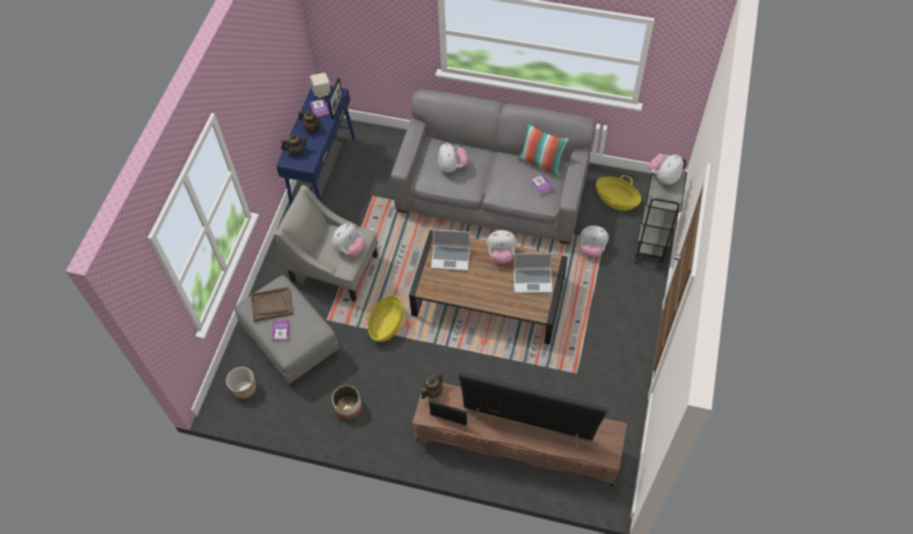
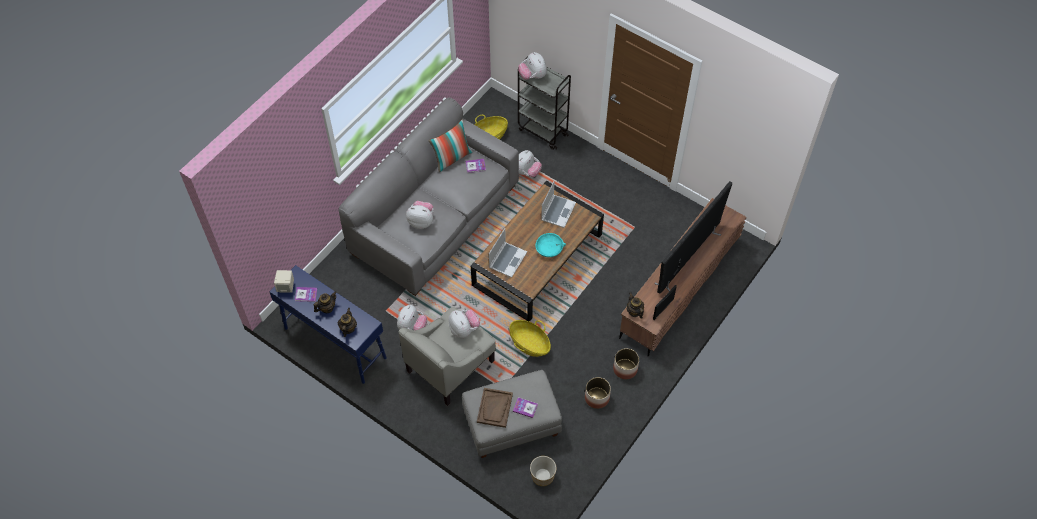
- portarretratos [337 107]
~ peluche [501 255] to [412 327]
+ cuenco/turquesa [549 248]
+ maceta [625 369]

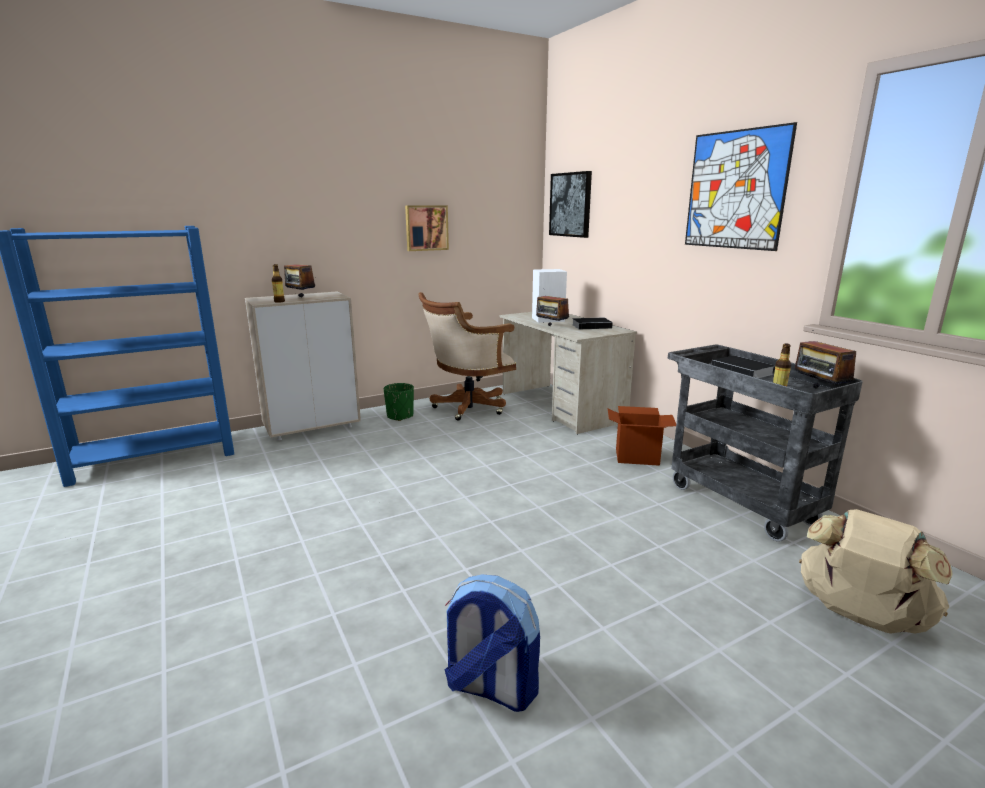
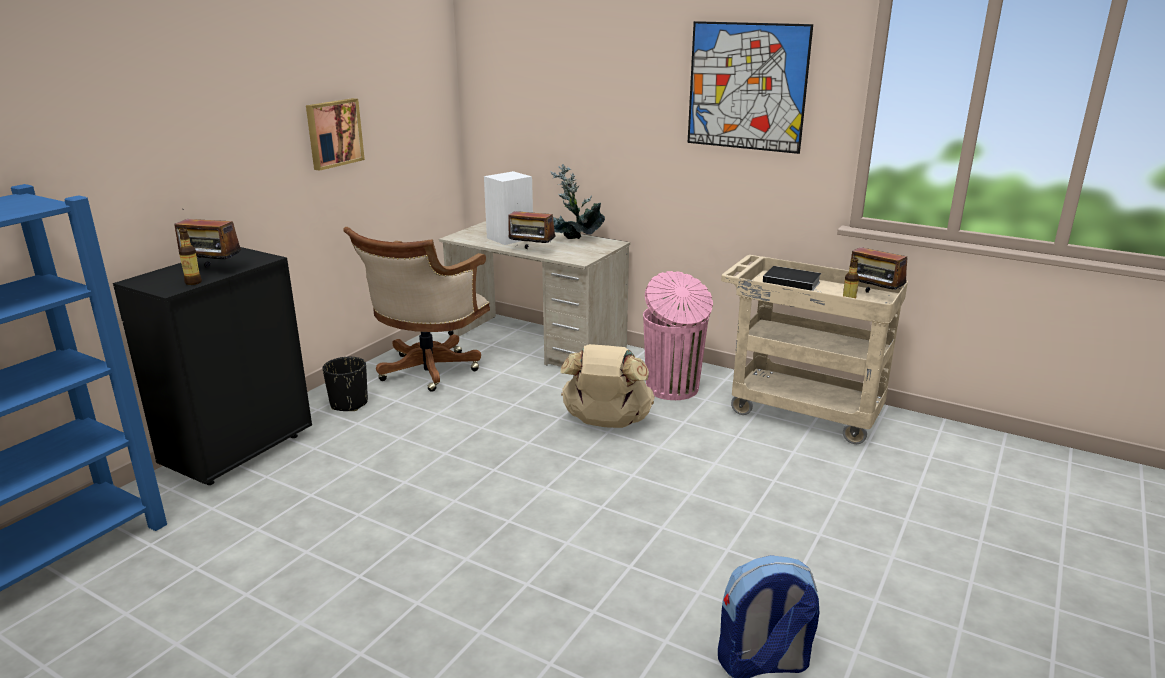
~ armario/beis [313 427] to armario/negro [240 451]
~ maceta/verde [400 416] to maceta/negro [349 404]
- cuadro [570 204]
~ libro [592 326] to planta en maceta [574 241]
~ caja de cartón [637 457] to papelera/rosa [673 389]
~ carrito/negro [735 503] to carrito/beis [797 415]
~ mochila/beis [859 617] to [606 423]

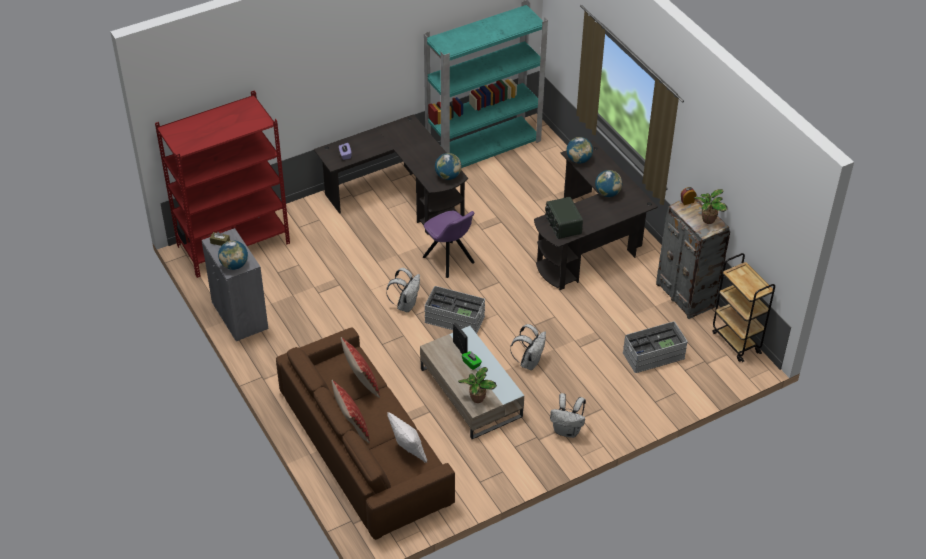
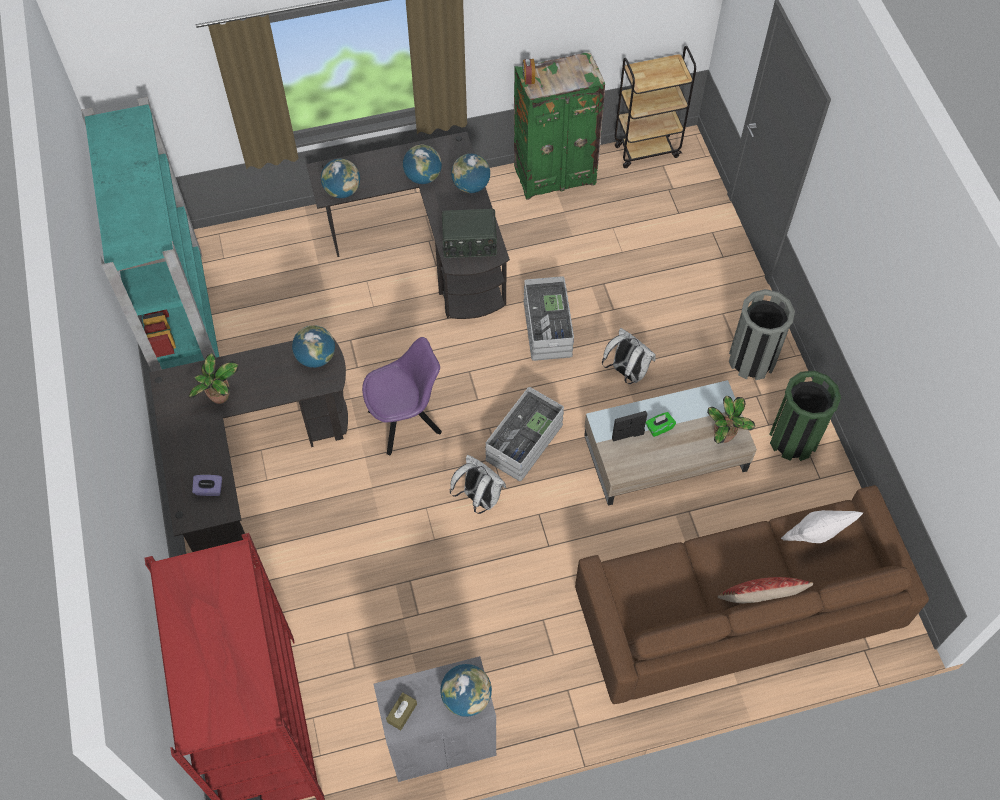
- cojín [361 383]
~ mochila/blanco [567 430] to papelera/gris [751 360]
~ caja de almacenaje/gris [653 355] to [548 327]
~ armario/gris [686 295] to armario/verde [555 175]
~ planta en maceta [707 220] to [220 397]
+ globo terráqueo [471 186]
+ papelera/verde [793 439]

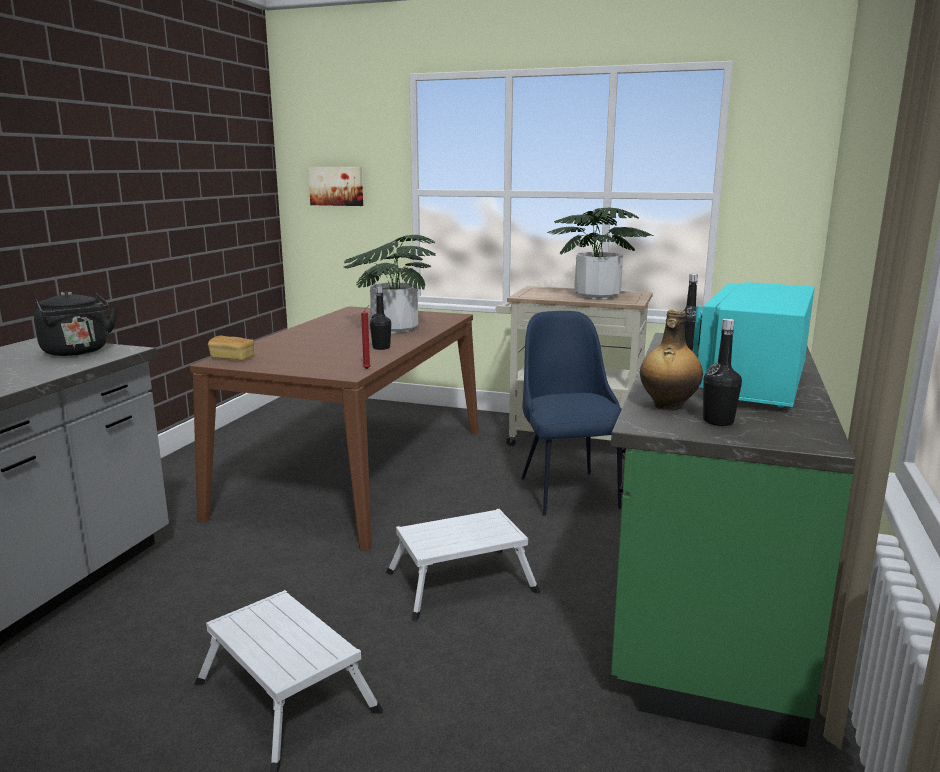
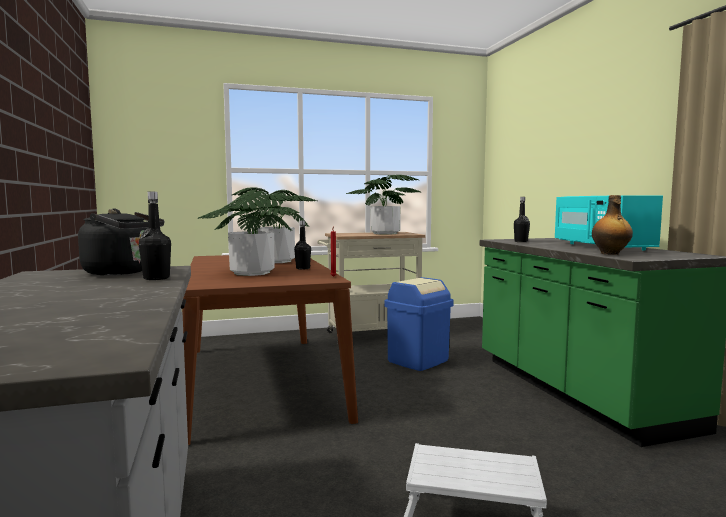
- pan [232 358]
- cuadro [336 186]
- escalera de tijera/blanco [462 582]
~ silla/azul [567 493] to papelera/azul [417 360]
~ botella/negro [718 421] to [156 278]
+ planta en maceta [251 273]

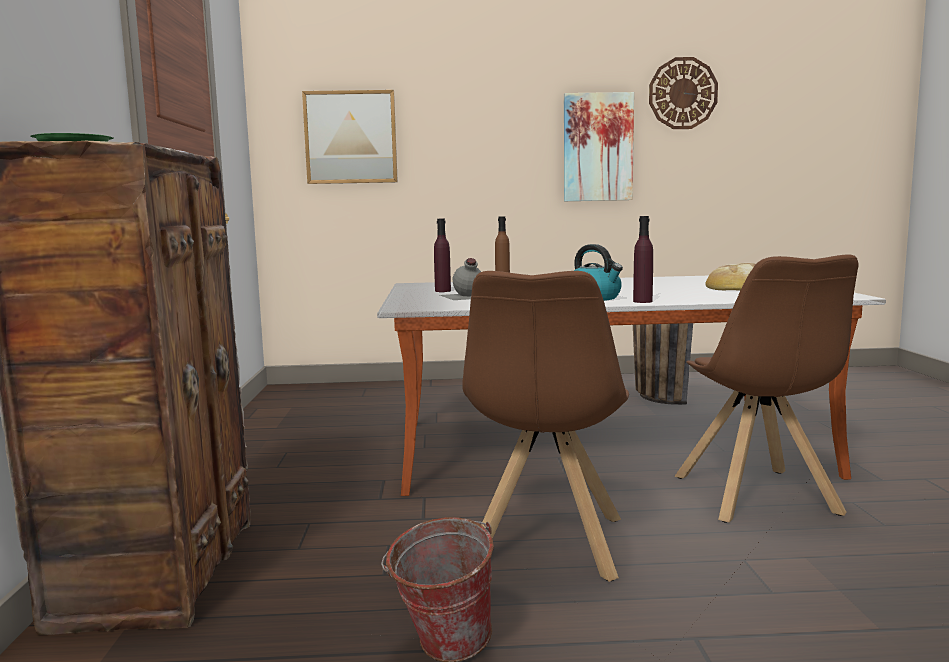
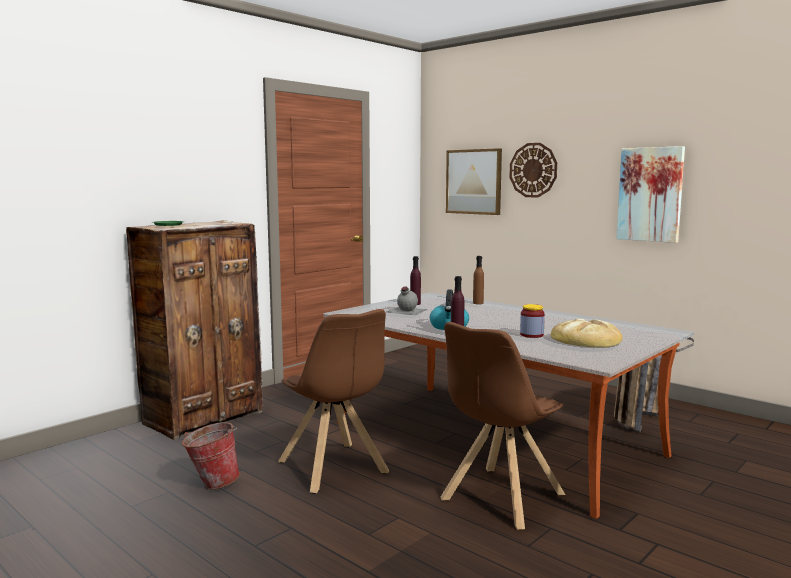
~ silla/marrón [546 546] = [335 469] 90 degrees counterclockwise
~ reloj de pared [682 93] to [533 170]
+ tarro [531 335]

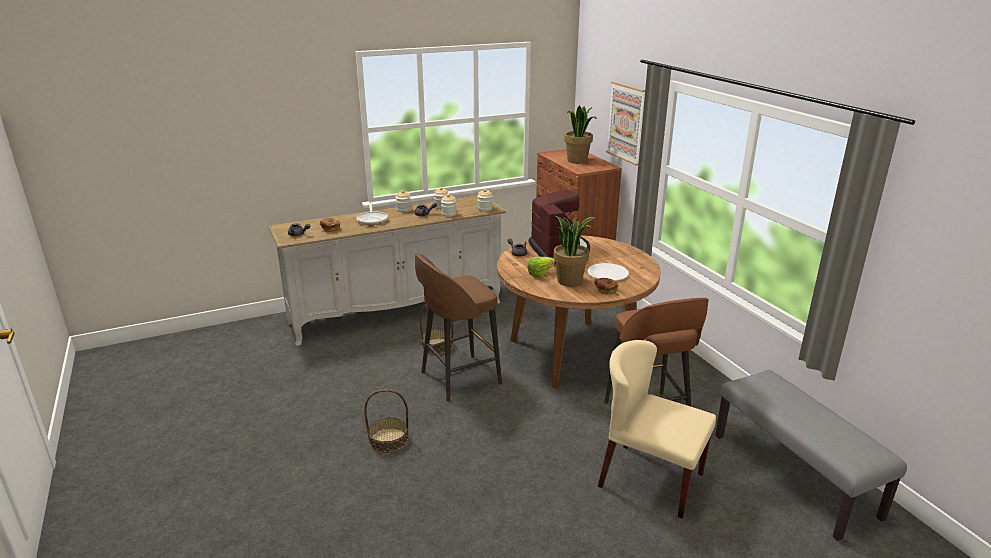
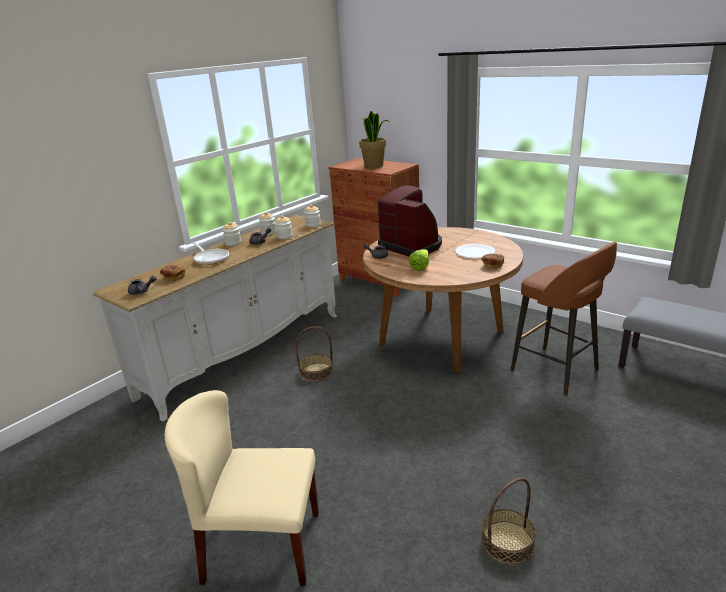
~ cesta [388 440] to [507 541]
- taburete/marrón [458 378]
- planta en maceta [570 281]
~ silla/beis [650 479] to [261 546]
- cuadro [626 122]

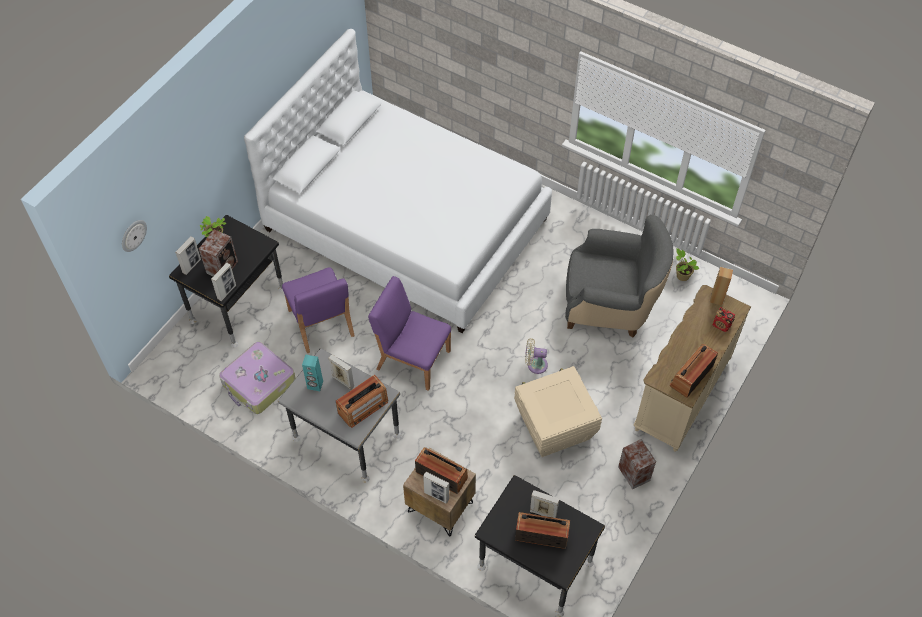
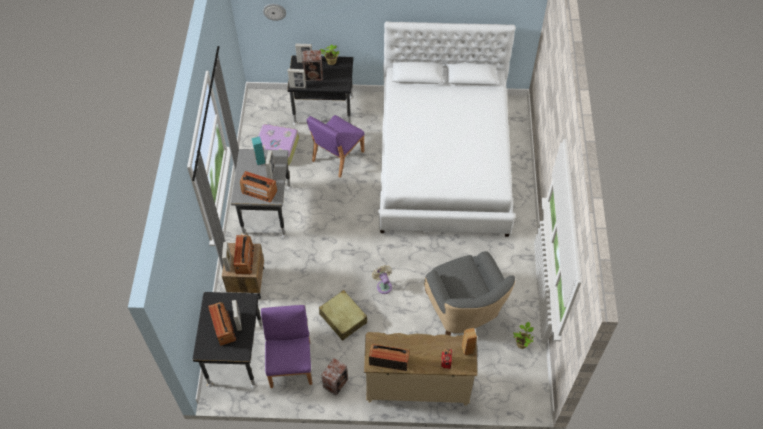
~ silla/morado [412 359] to [291 363]
~ caja de almacenaje/beis [553 426] to maleta/beis [343 318]

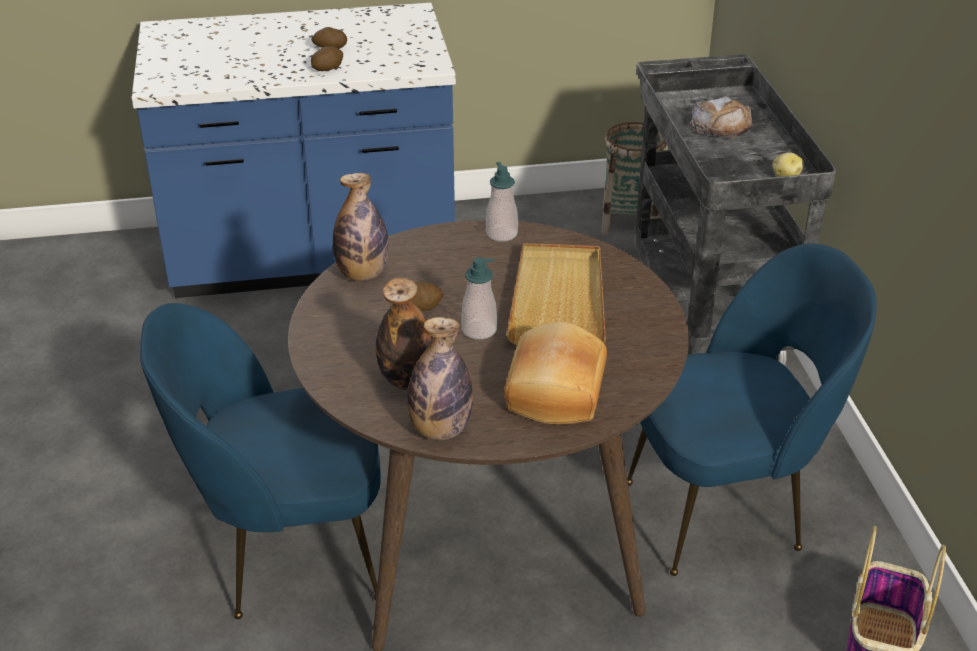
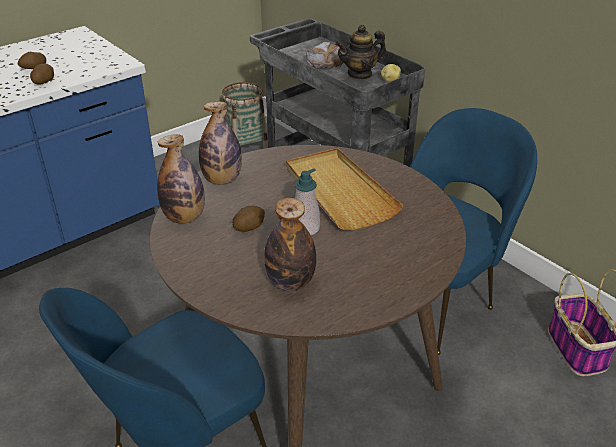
~ botella [440 430] to [222 180]
- dispensador de jabón [501 234]
- pan [553 392]
+ tetera [360 74]

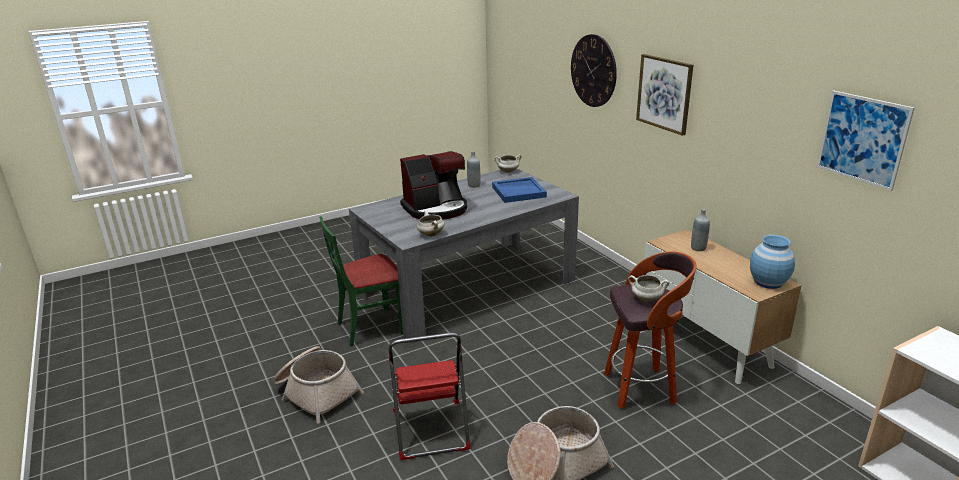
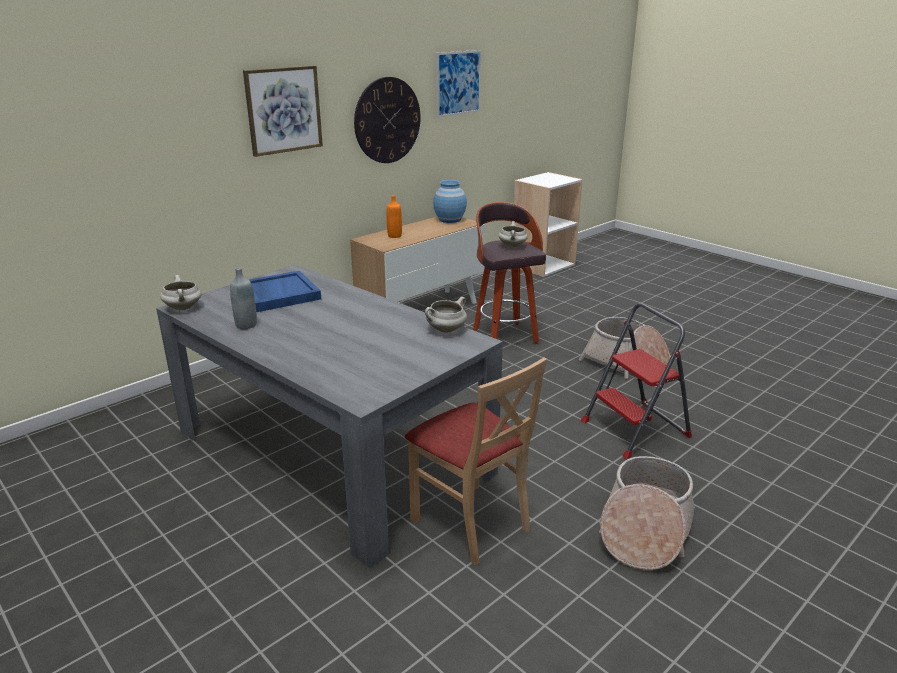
~ silla/verde [370 327] to silla/beis [471 522]
- cafetera [436 209]
~ reloj de pared [593 71] to [387 120]
~ botella/gris [698 248] to botella/naranja [394 236]

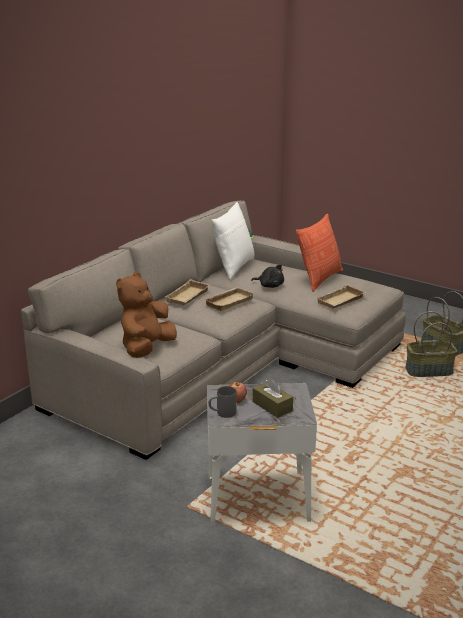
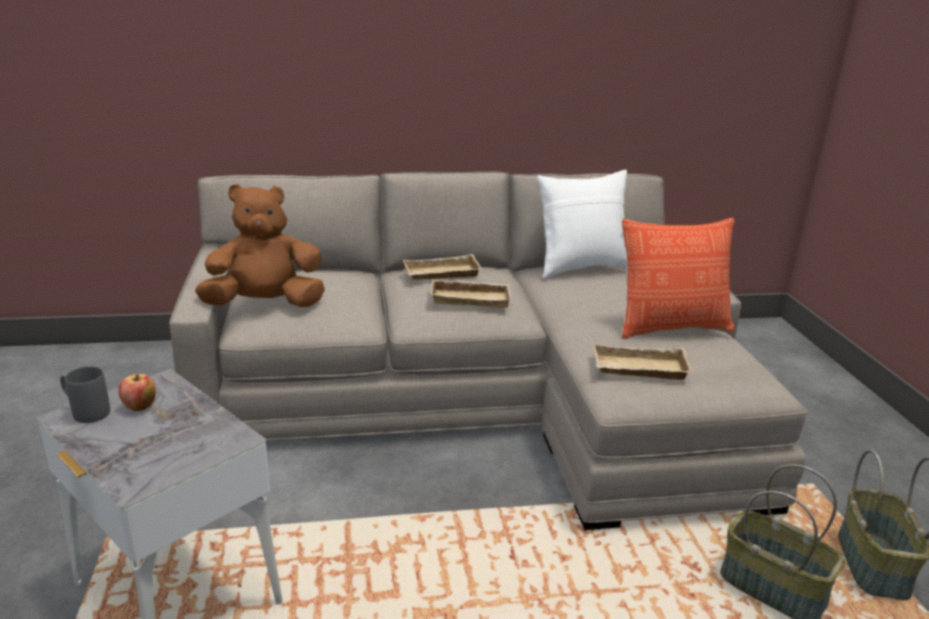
- peluche/negro [270 286]
- caja de pañuelos/marrón [272 406]

